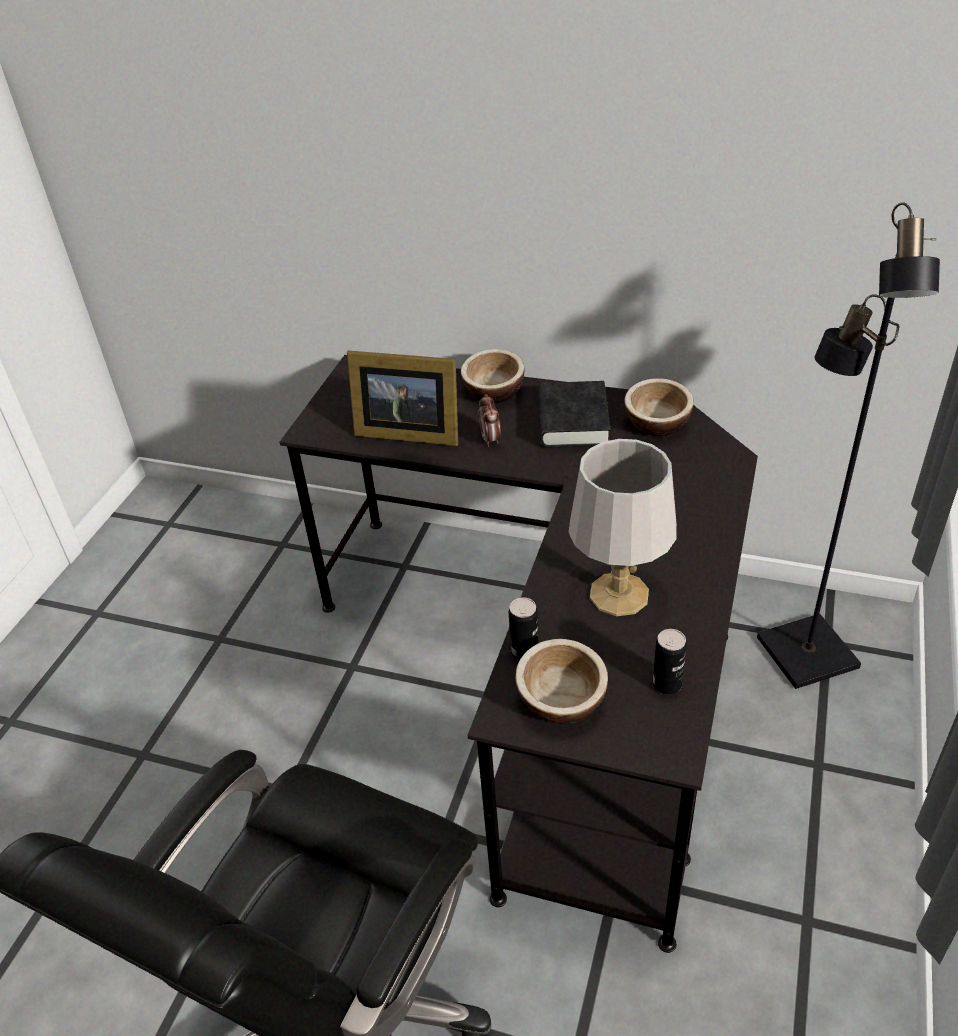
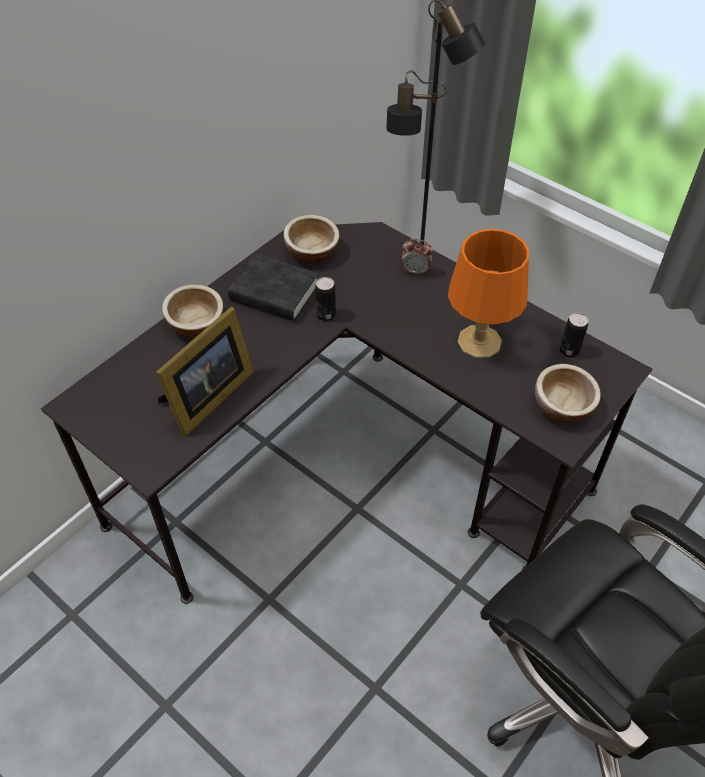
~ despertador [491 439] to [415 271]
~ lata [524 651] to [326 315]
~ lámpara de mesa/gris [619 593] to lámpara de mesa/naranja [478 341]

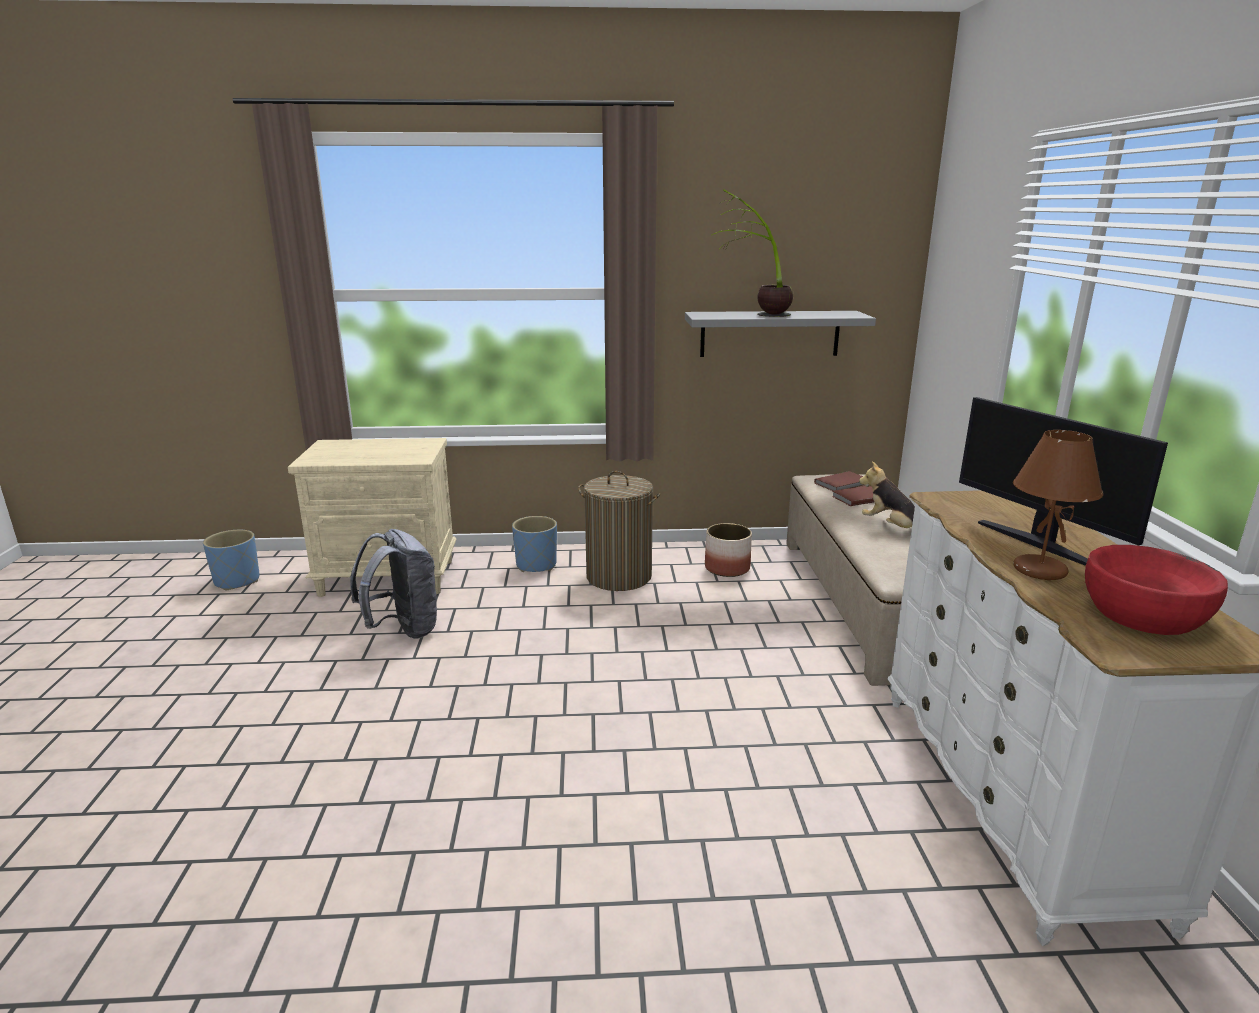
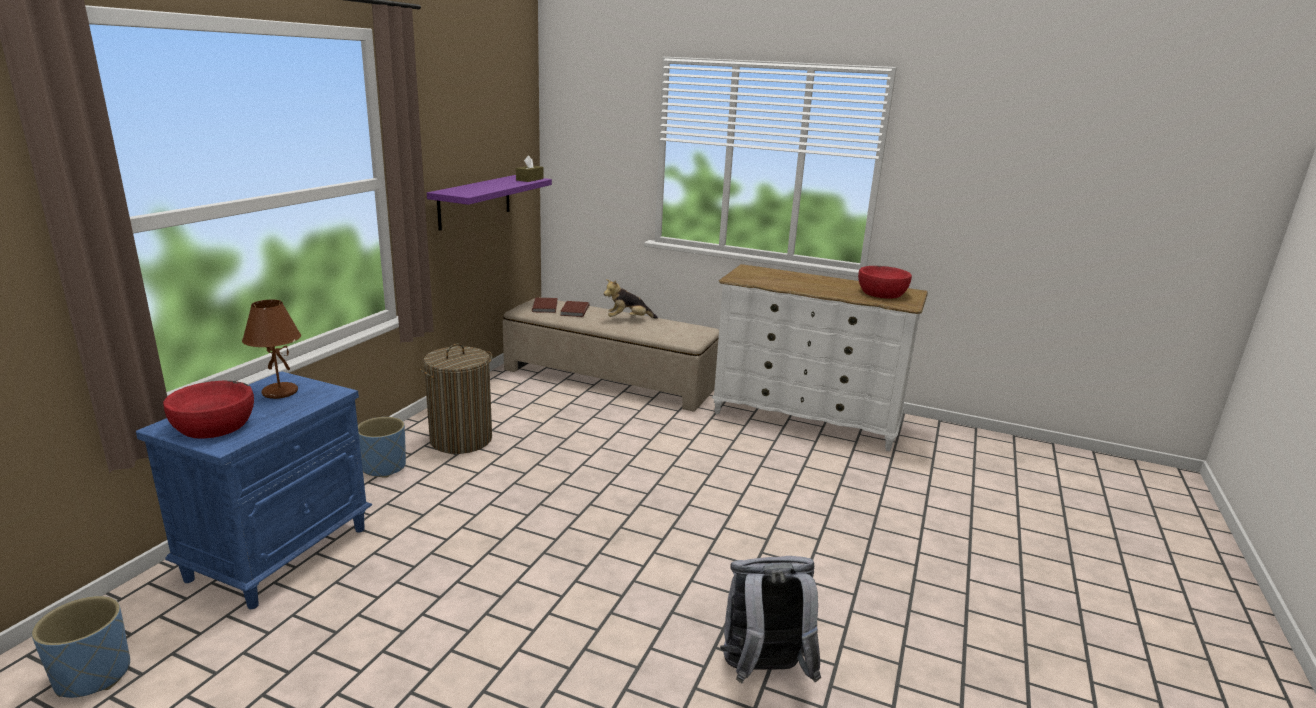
~ mesita de noche/beis [389 577] to mesita de noche/azul [280 552]
~ mochila/gris [403 629] to [763 671]
~ estante/gris [770 333] to estante/morado [475 201]
- maceta [727 568]
- planta en maceta [755 315]
- monitor [1038 543]
~ lámpara de mesa/marrón [1038 570] to [279 392]
+ cuenco/rojo [214 425]
+ caja de pañuelos/marrón [529 179]

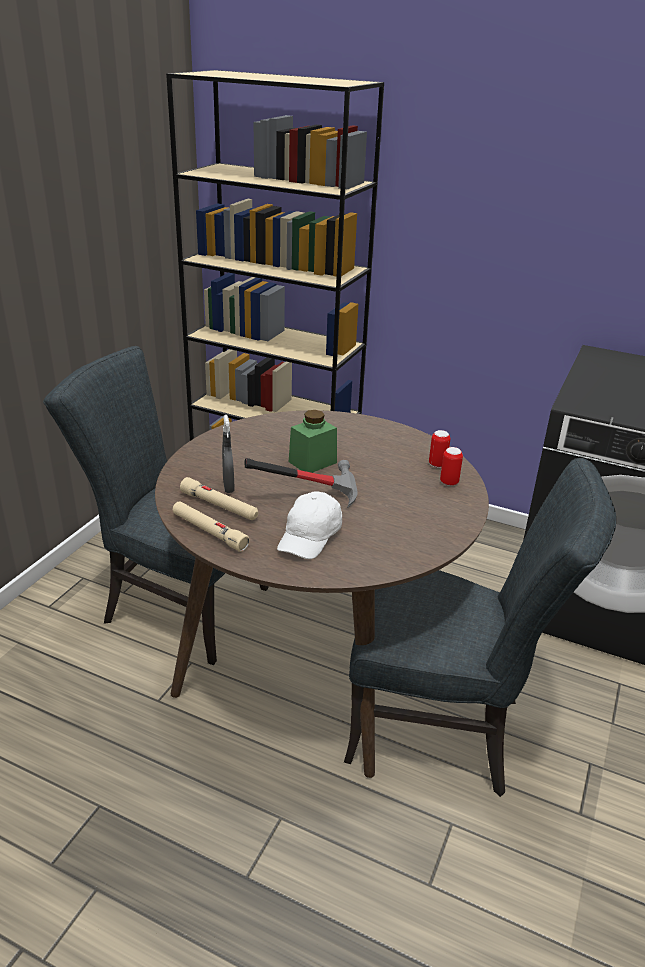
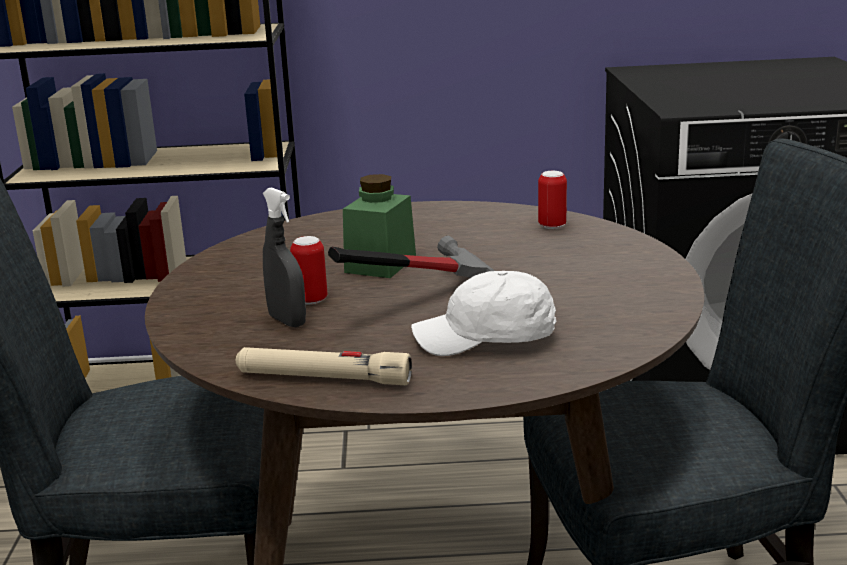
- linterna/beis [219 506]
~ gorra/blanco [310 537] = [486 339] 90 degrees clockwise
~ lata [449 482] to [311 300]

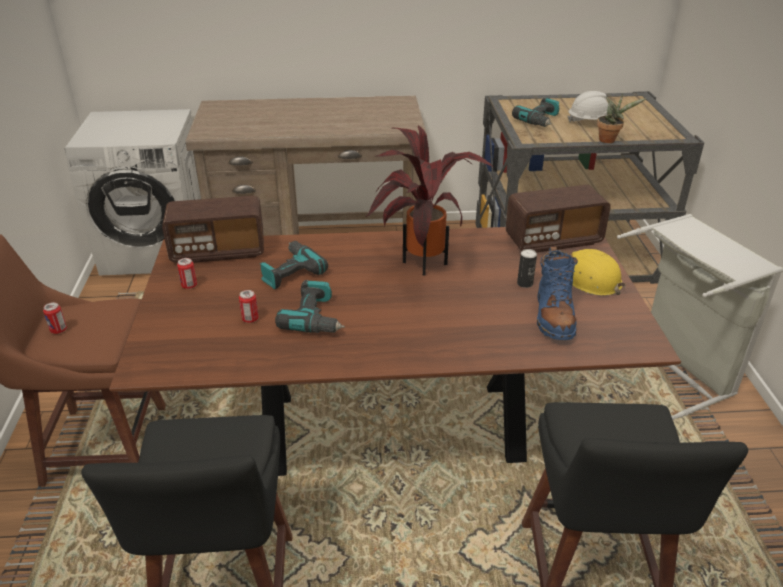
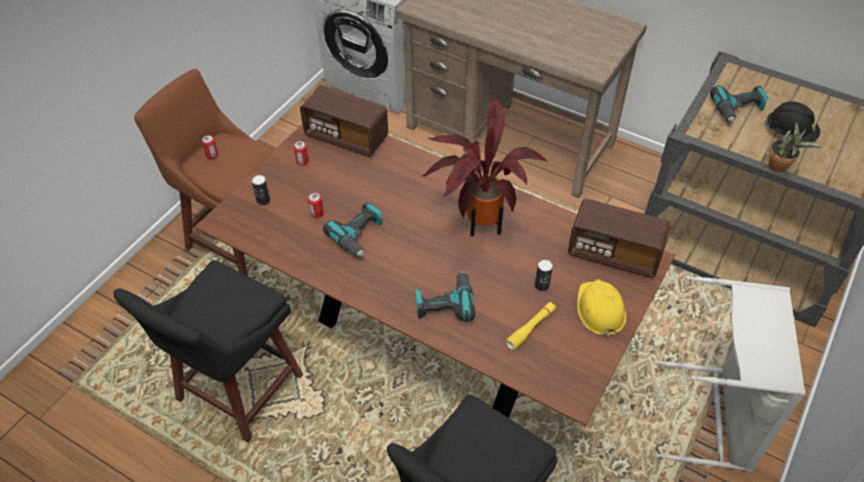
~ taladro [289 272] to [444 302]
~ bota/azul [553 316] to linterna/amarillo [531 328]
~ casco/blanco [590 122] to casco/negro [790 133]
+ lata [263 200]

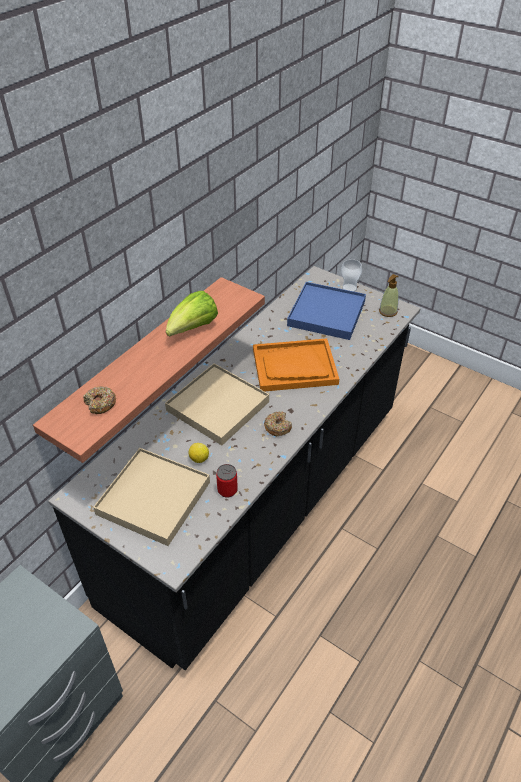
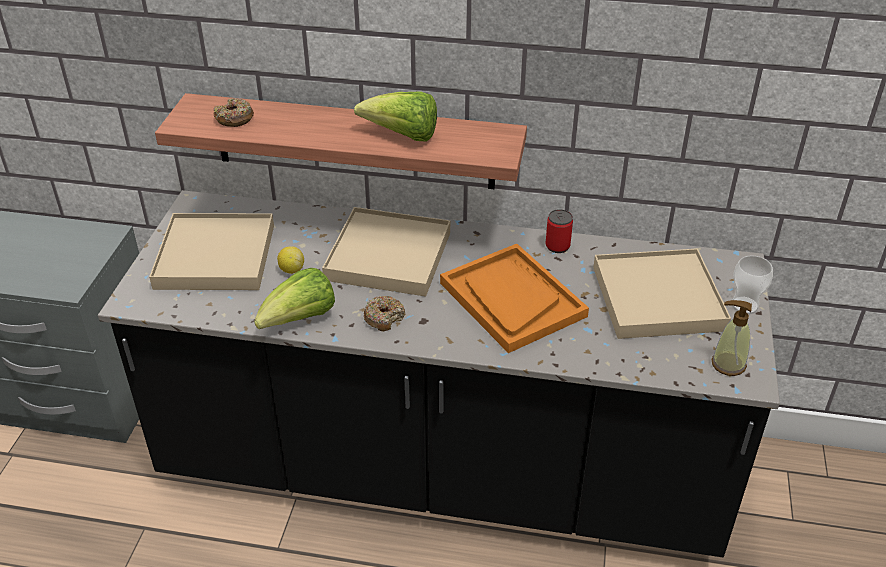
~ lata [227 490] to [557 246]
~ bandeja/azul [327 313] to bandeja/beis [658 298]
+ lechuga [300 319]

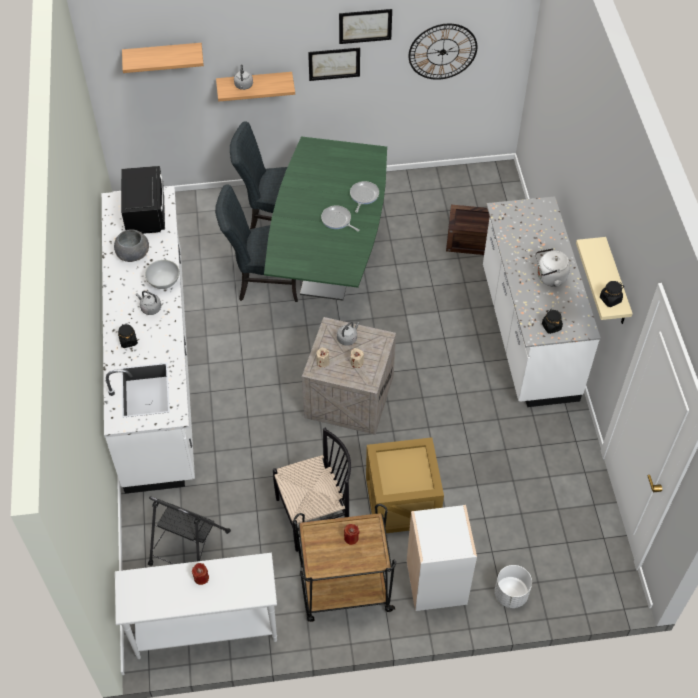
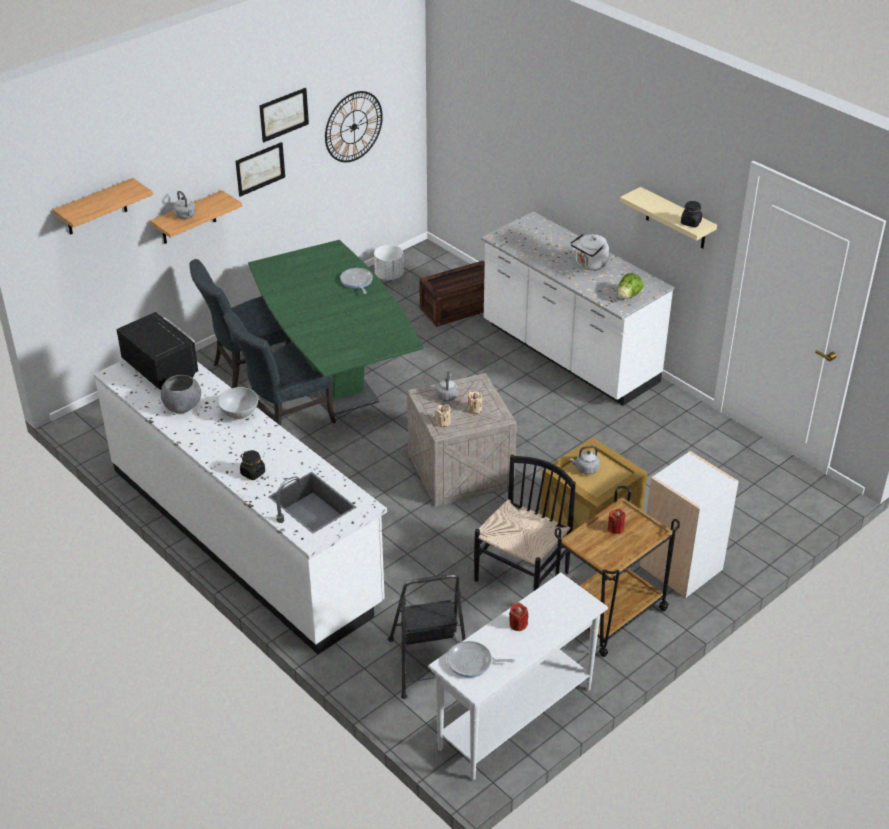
~ hervidor/gris [150 308] to [585 469]
~ sartén [337 220] to [472 662]
~ maceta/blanco [510 594] to [389 276]
~ tarro/negro [551 326] to lechuga [628 296]

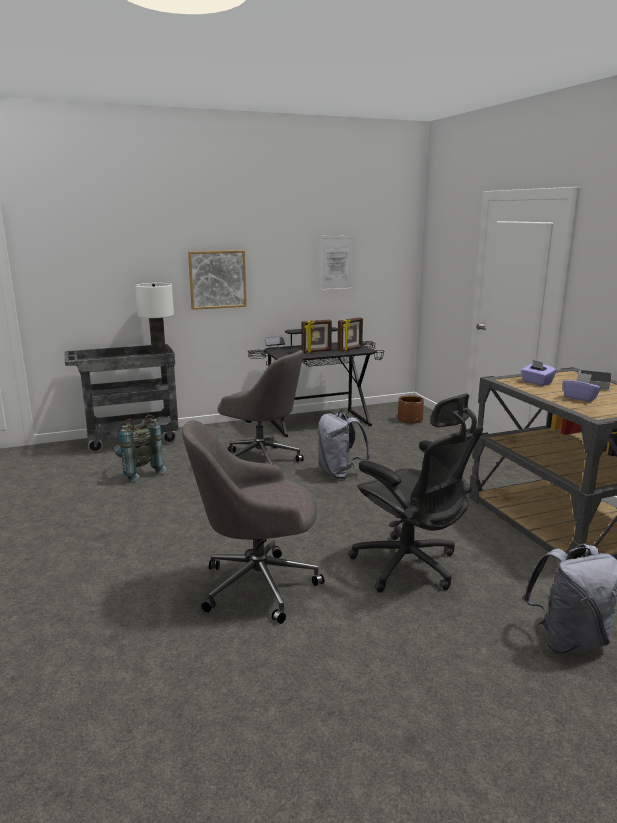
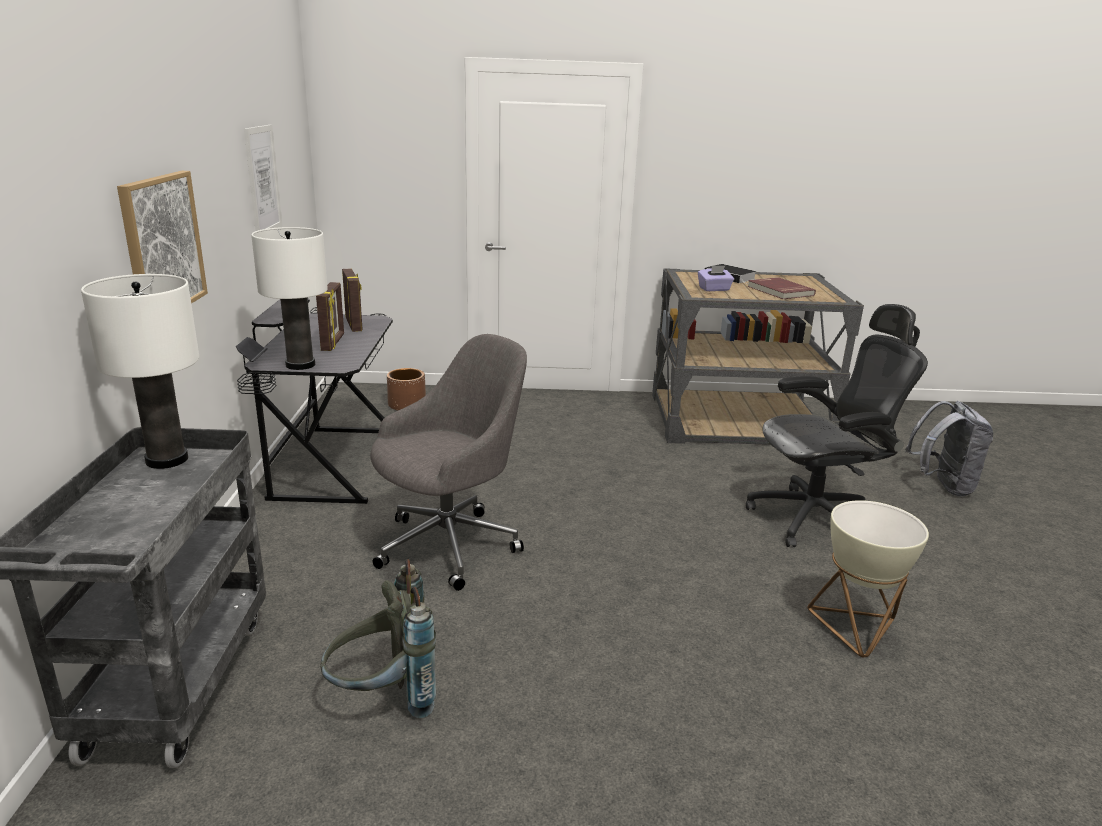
~ silla de oficina/gris [257 586] to maceta [853 629]
- mochila/gris [339 473]
~ caja de pañuelos/morado [580 398] to libro/rojo [779 291]
+ lámpara de mesa/blanco [300 365]

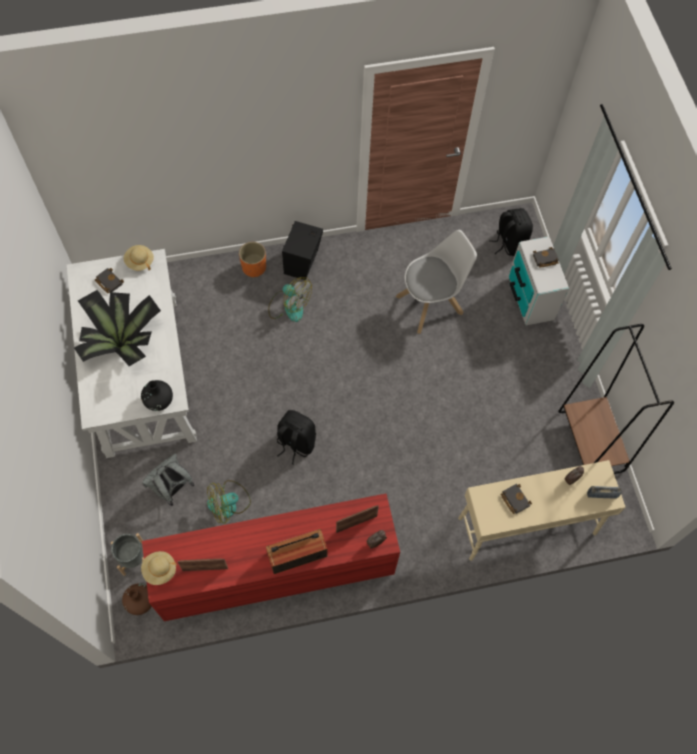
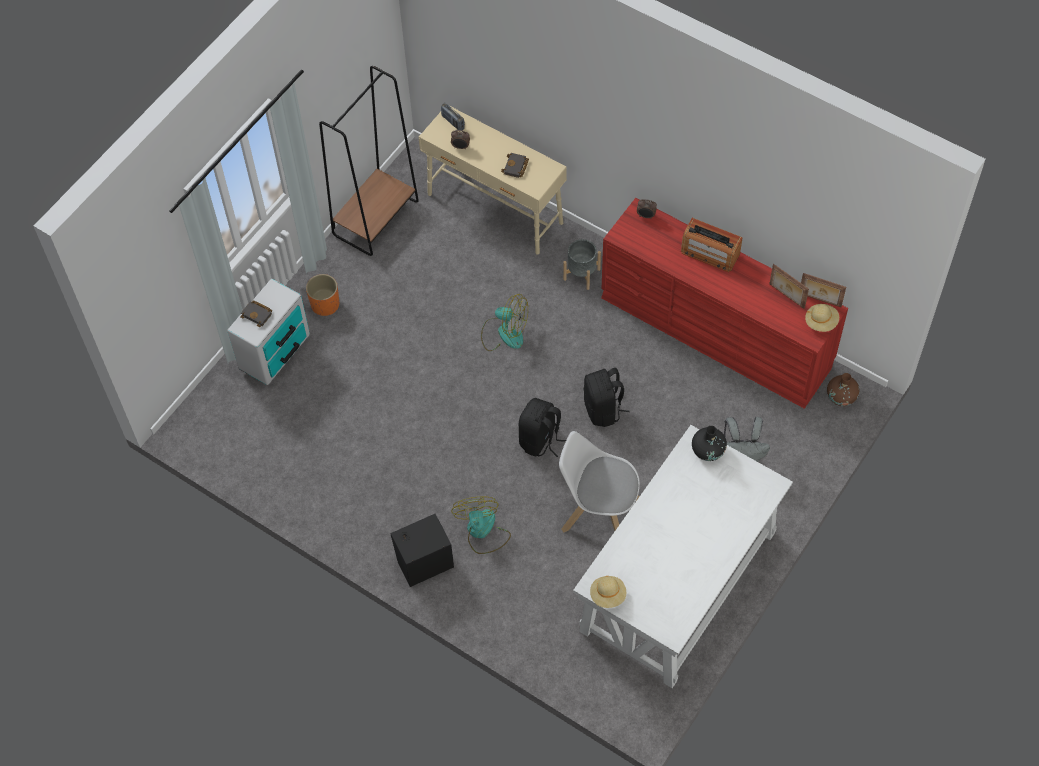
- planta en maceta [122 341]
- libro/negro [108 282]
~ maceta/gris [133 558] to [582 274]
~ ventilador [229 504] to [504 332]
~ maceta/naranja [254 267] to [325 305]
~ portarretratos [356 523] to [819 300]
~ silla [431 304] to [599 513]
~ mochila/negro [509 243] to [540 440]

